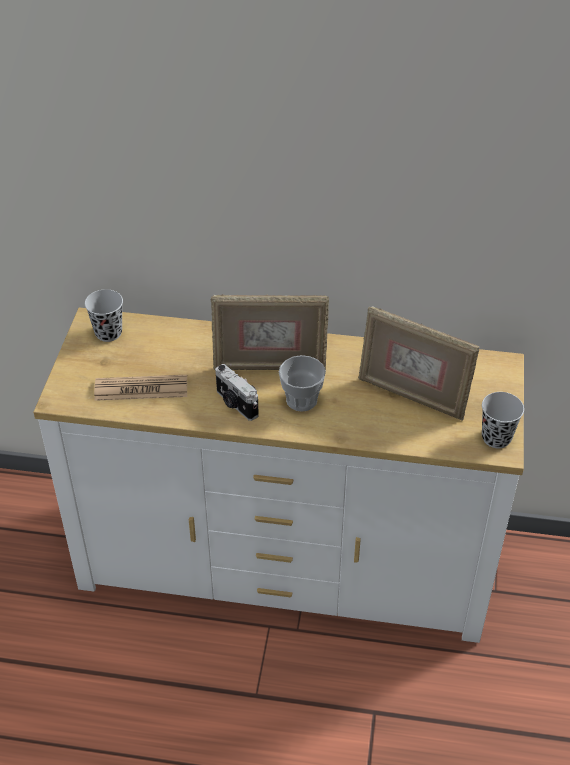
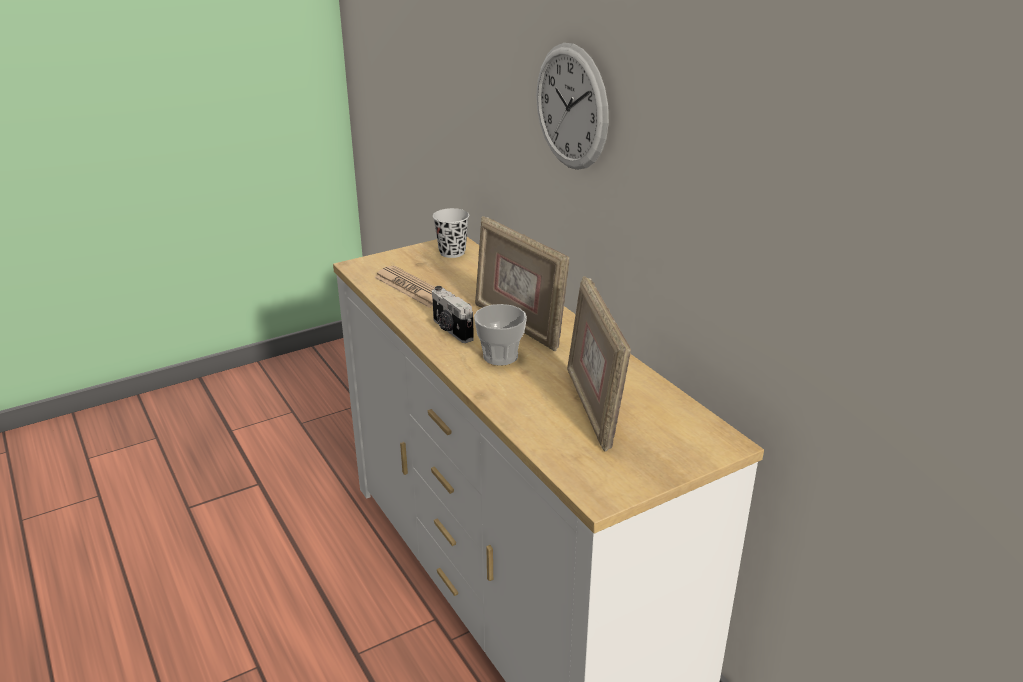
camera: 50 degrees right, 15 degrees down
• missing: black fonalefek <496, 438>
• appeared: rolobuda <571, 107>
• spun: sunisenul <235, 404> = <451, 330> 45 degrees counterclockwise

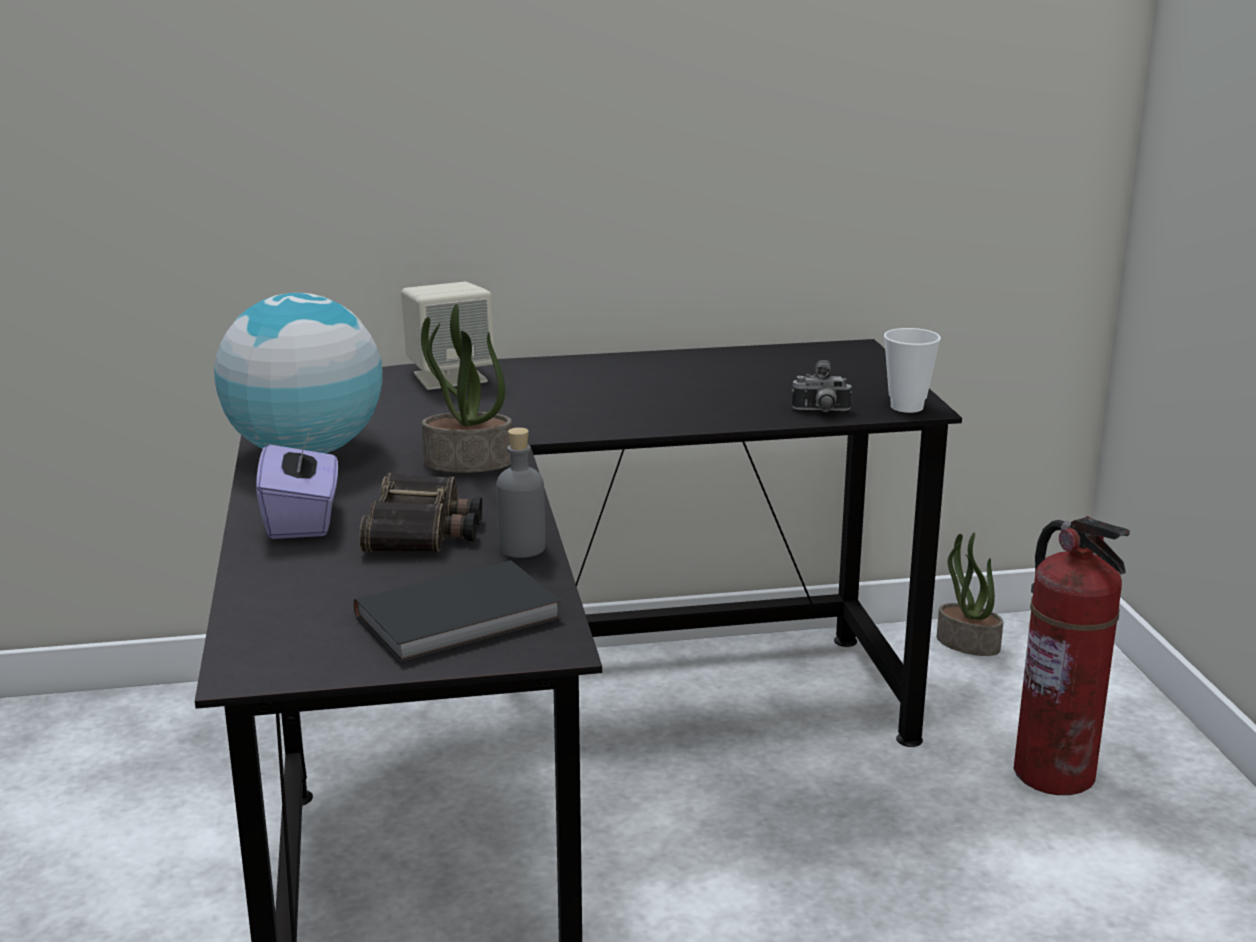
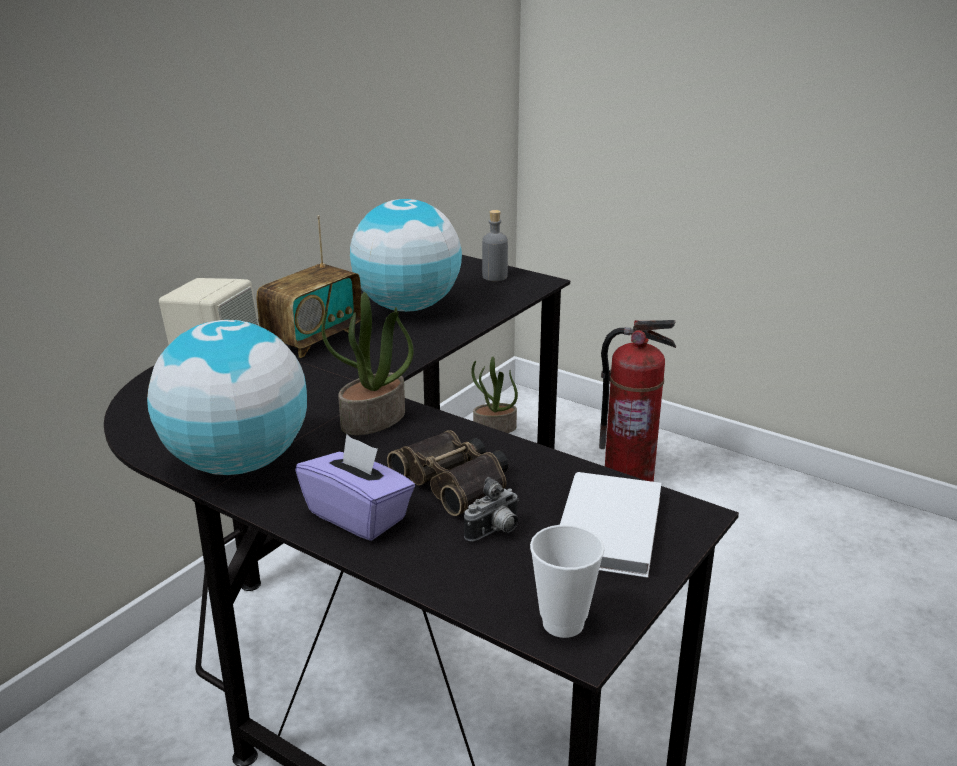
camera: 45 degrees left, 5 degrees up
• appeared: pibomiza <313, 339>
• appeared: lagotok <408, 307>
• relocated: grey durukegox <522, 548> to <494, 276>
• relocated: sunisenul <821, 411> to <495, 532>
• relocated: fonalefek <907, 407> to <563, 623>
• colour: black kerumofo <462, 618> to white kerumofo <612, 527>

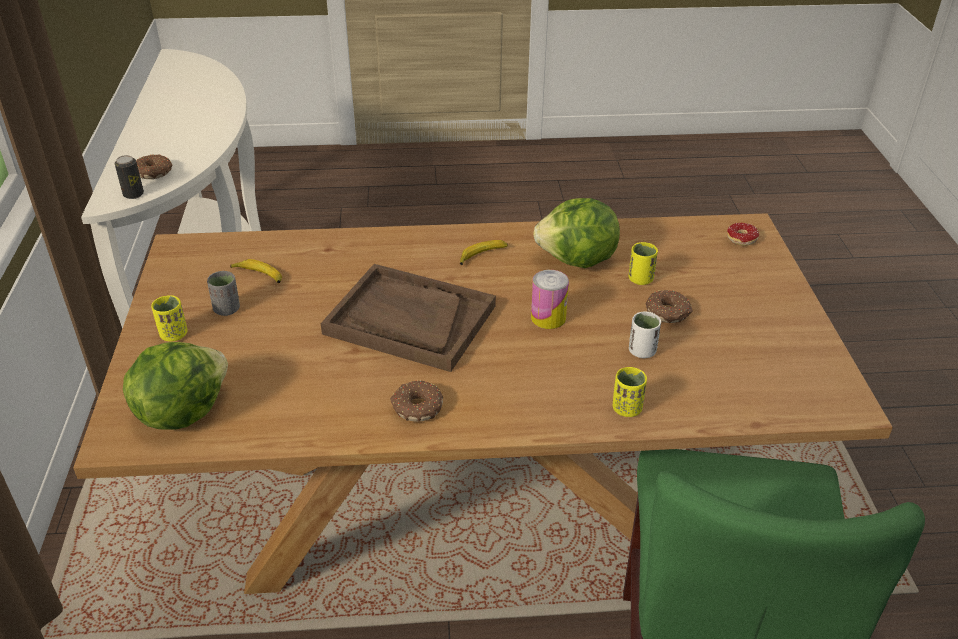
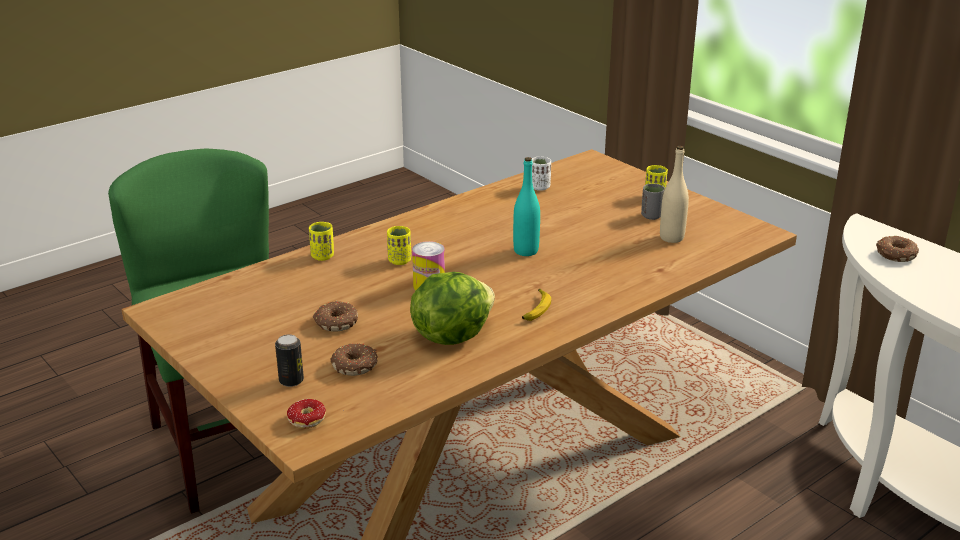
camera: 145 degrees right, 10 degrees down
• missing: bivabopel <181, 411>
• relocated: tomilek <133, 194> to <291, 381>
• relocated: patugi <416, 407> to <356, 366>
• relocated: yellow fonalefek <640, 279> to <399, 261>
• relocated: white fonalefek <642, 351> to <540, 187>
• exchanged: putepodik <259, 275> to beige durukegox <671, 238>
• exchanged: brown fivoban <409, 320> to turquoise durukegox <526, 251>

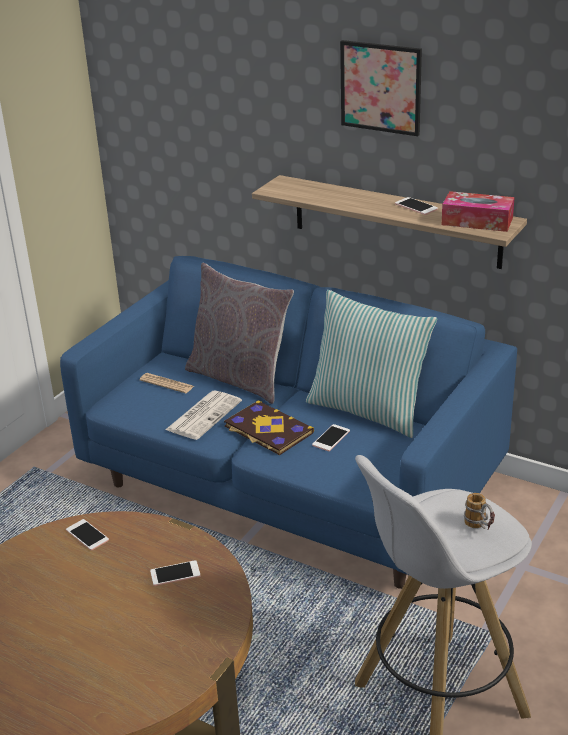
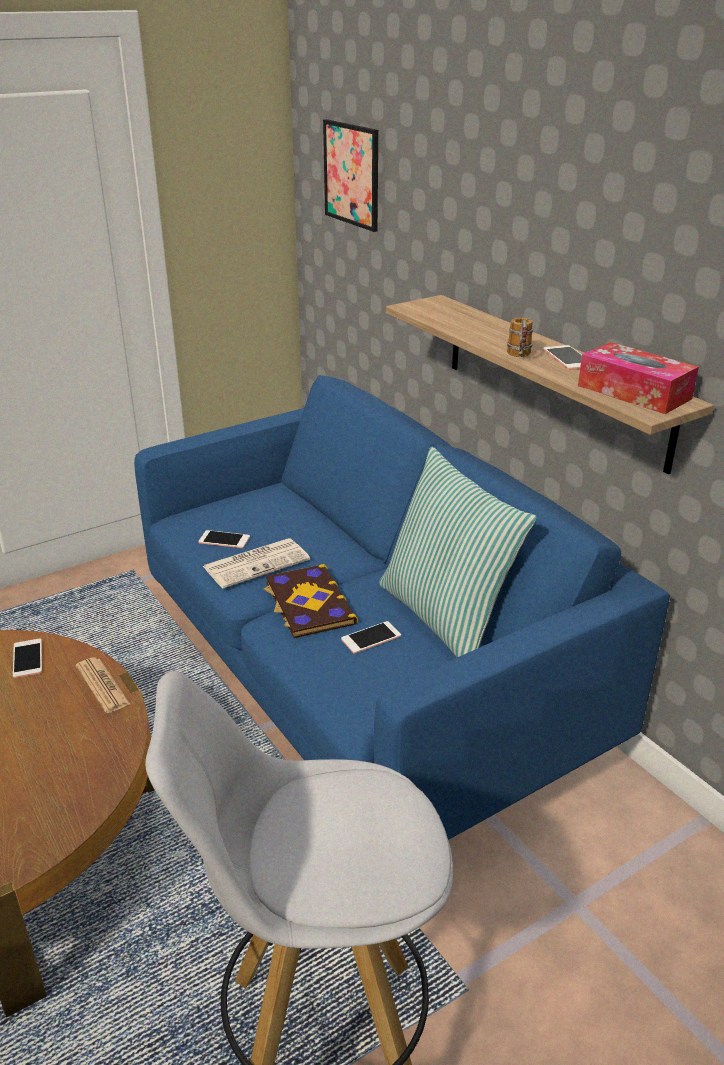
camera: 25 degrees right, 0 degrees up
• missing: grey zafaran <240, 378>
• relocated: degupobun <167, 383> to <102, 685>
• relocated: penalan <175, 574> to <224, 540>
• relocated: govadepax <381, 87> to <351, 174>
• relocated: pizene <480, 527> to <519, 357>

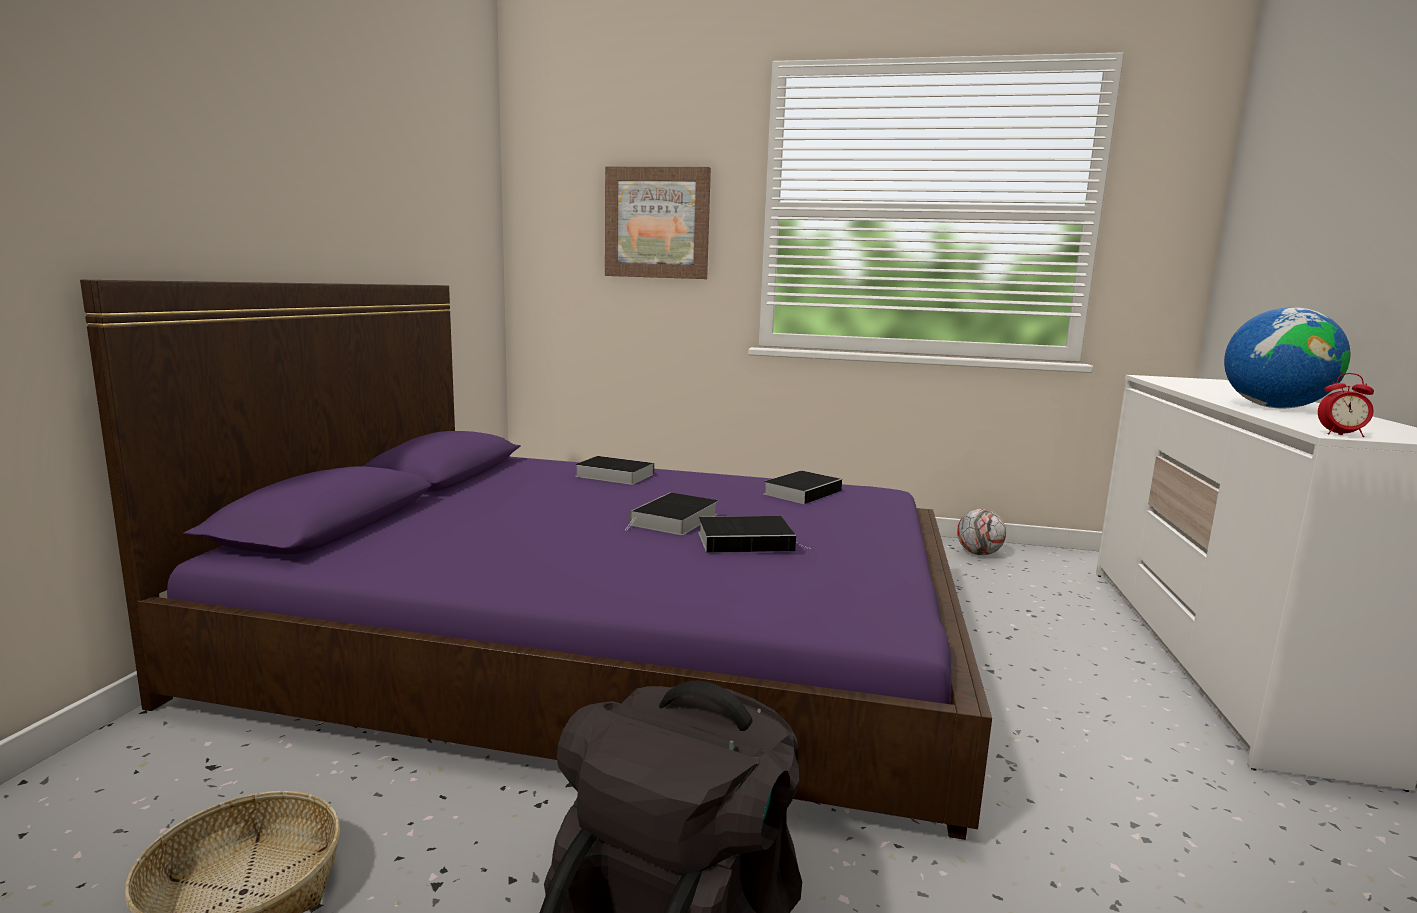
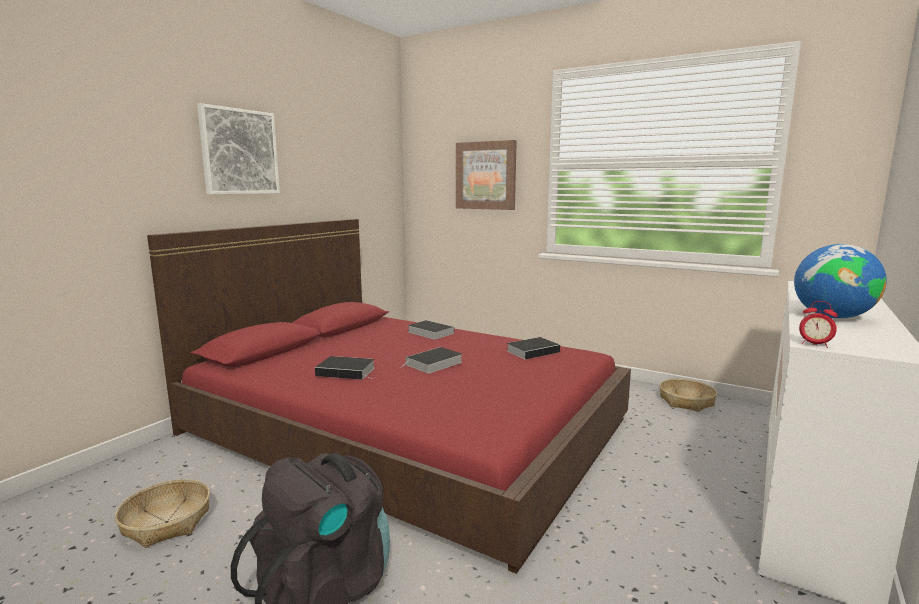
camera: 20 degrees right, 0 degrees up
• appeared: govadepax <239, 152>
• relocated: kerumofo <748, 541> to <347, 371>
• exchanged: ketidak <978, 553> to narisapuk <686, 401>
• colour: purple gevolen <613, 633> to red gevolen <406, 425>

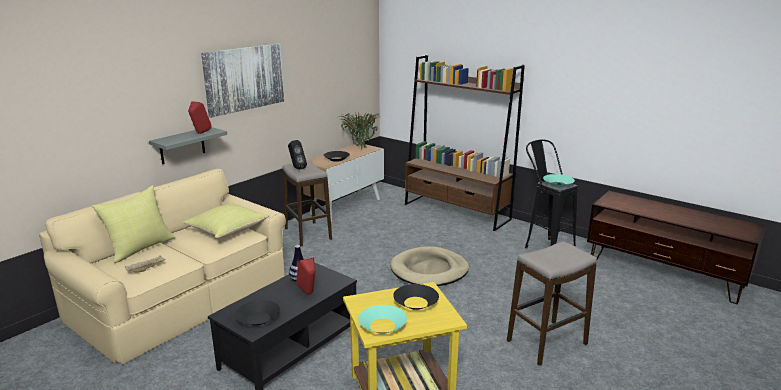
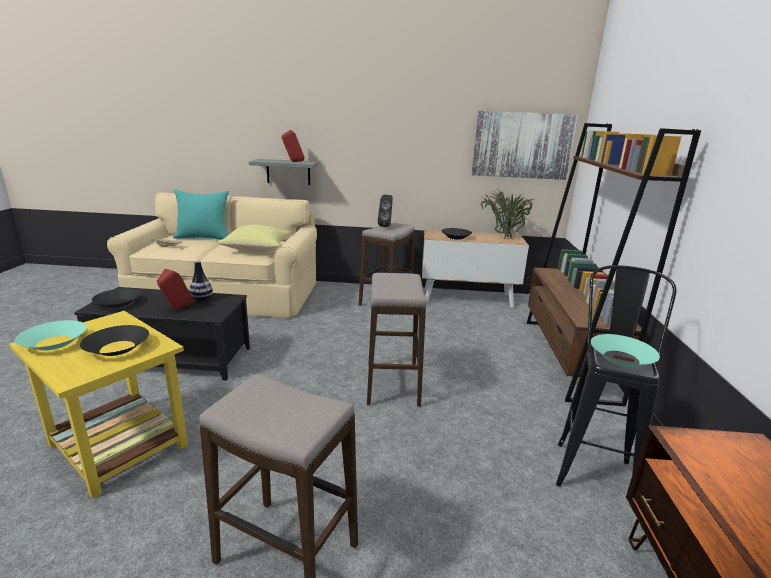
camera: 55 degrees right, 0 degrees up
• relocated: govadepax <244, 78> to <522, 145>
• exchanged: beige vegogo <429, 270> to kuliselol <393, 384>
• colour: yellow zafaran <140, 248> to turquoise zafaran <204, 237>

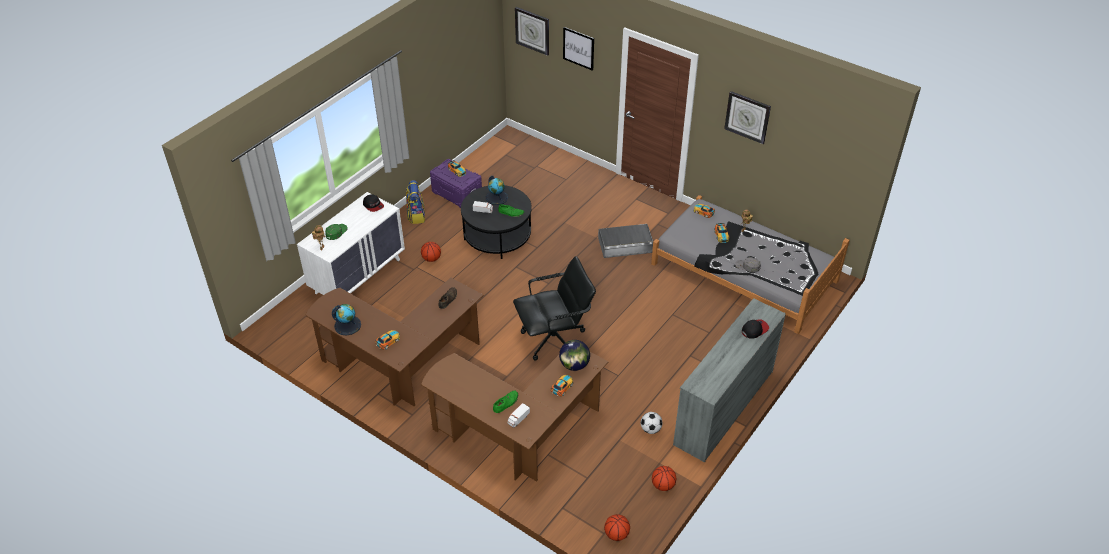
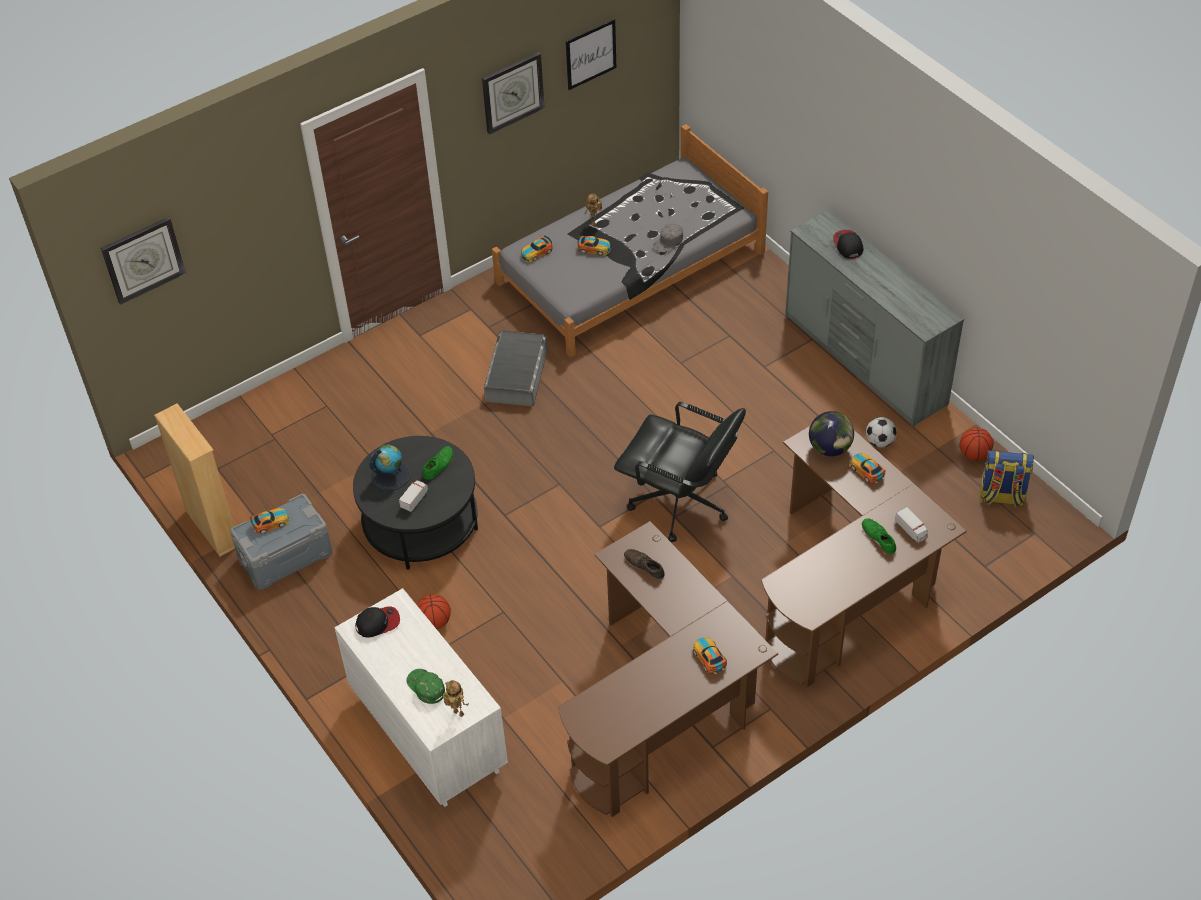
camera: 70 degrees left, 5 degrees up
• missing: lagotok <347, 325>
• missing: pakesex <616, 534>
• appeared: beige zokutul <213, 528>
• relocated: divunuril <416, 215> to <1001, 497>
• relocated: govadepax <578, 48> to <590, 54>
• colour: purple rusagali <457, 193> to grey rusagali <285, 555>
• spun: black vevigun <554, 340> = <680, 504> 120 degrees clockwise

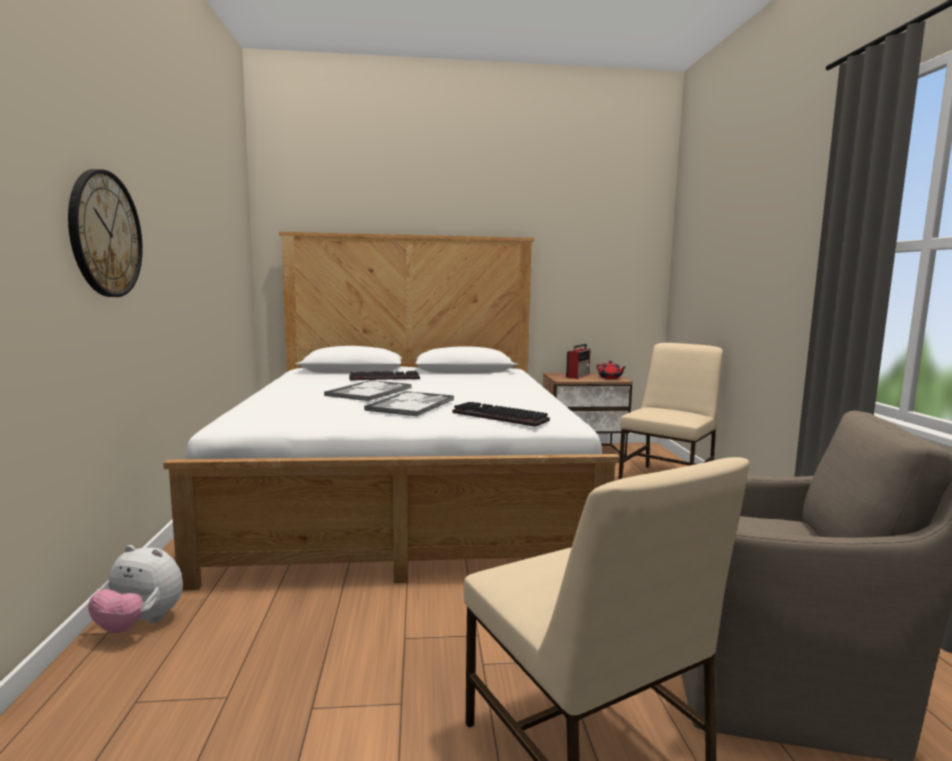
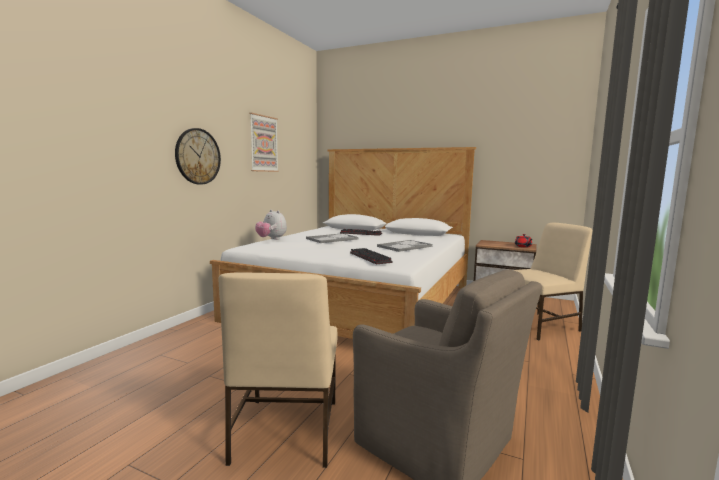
camera: 30 degrees right, 0 degrees up
• missing: pibomiza <578, 376>
• appeared: govadepax <263, 144>
• relocated: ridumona <140, 624> to <271, 239>
• relocated: fivoban <411, 405> to <405, 246>

